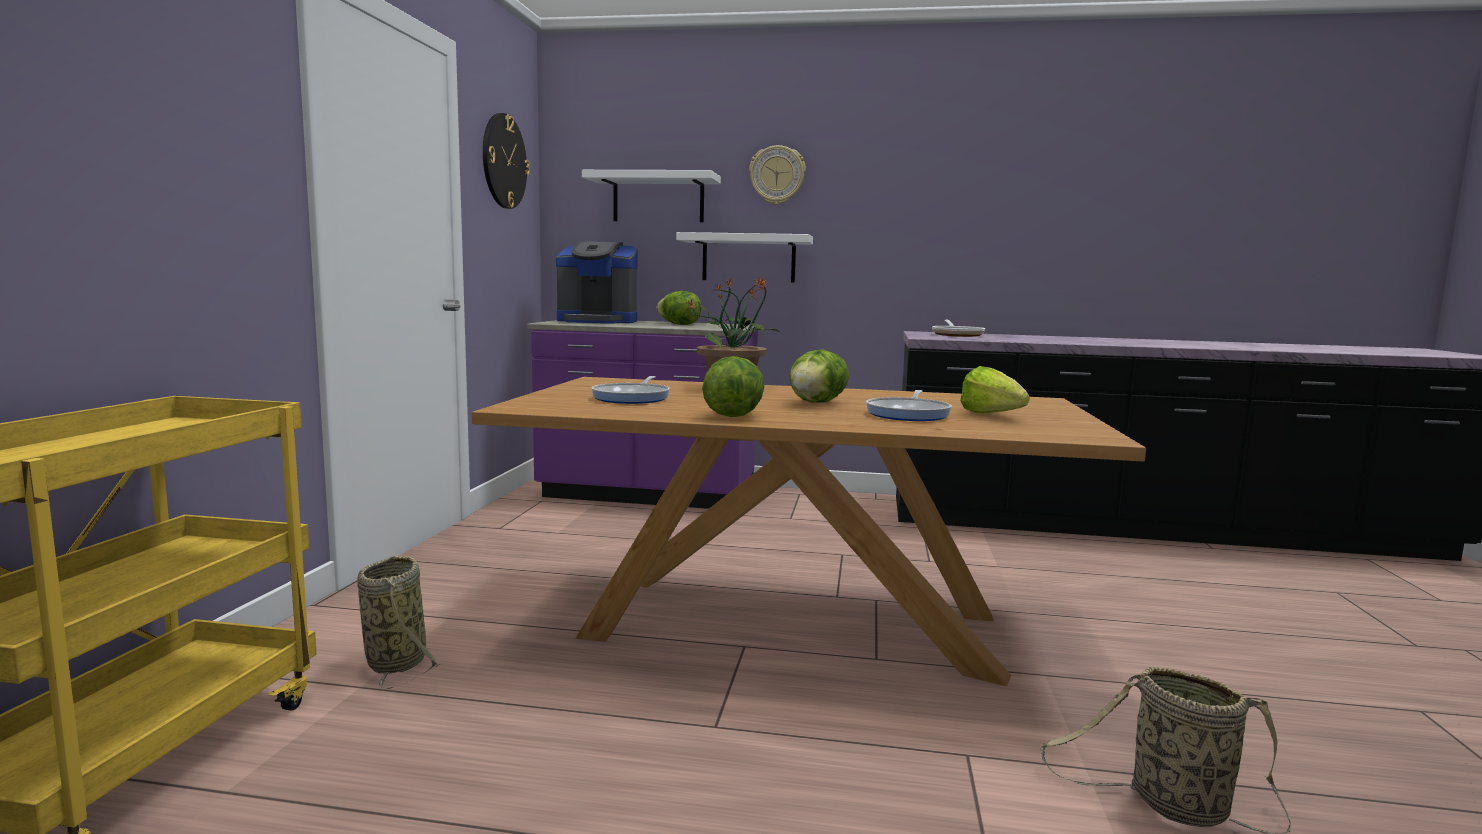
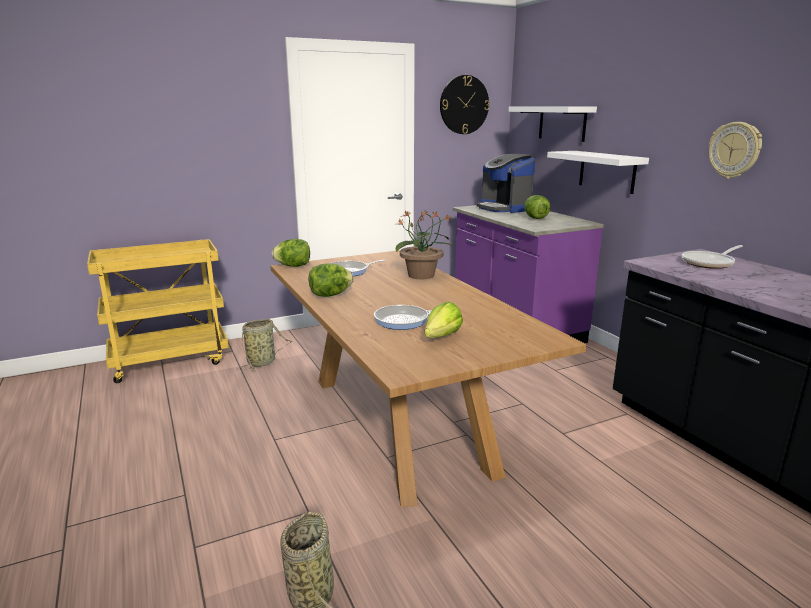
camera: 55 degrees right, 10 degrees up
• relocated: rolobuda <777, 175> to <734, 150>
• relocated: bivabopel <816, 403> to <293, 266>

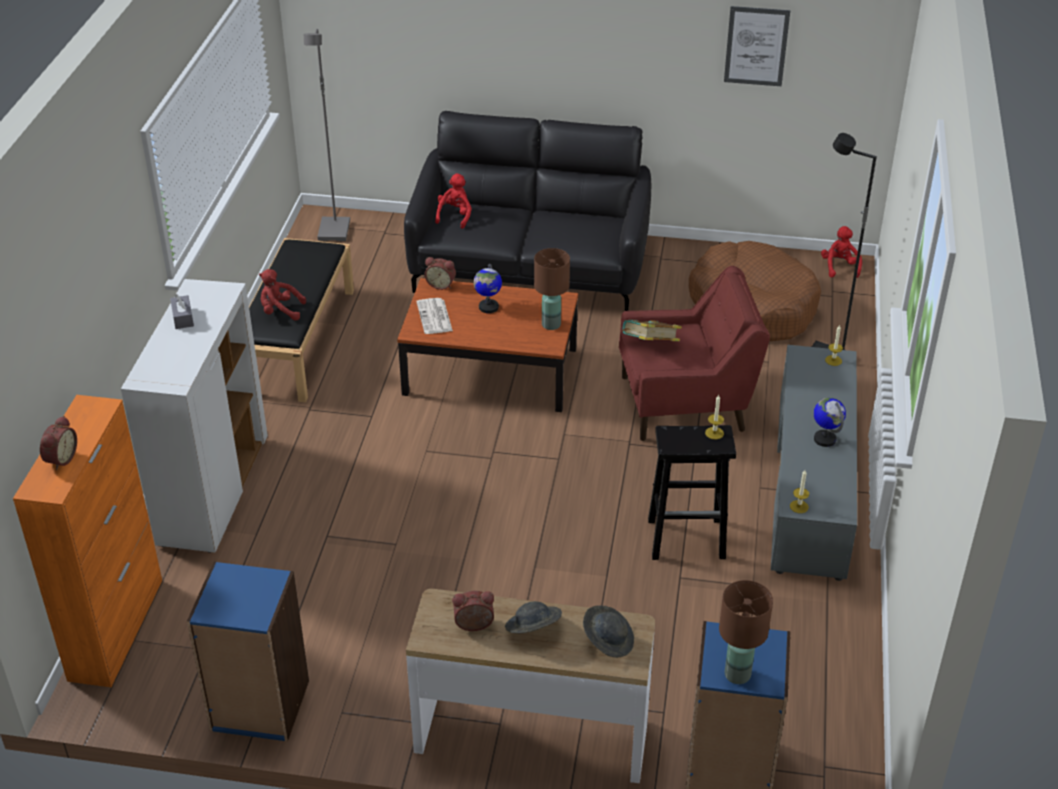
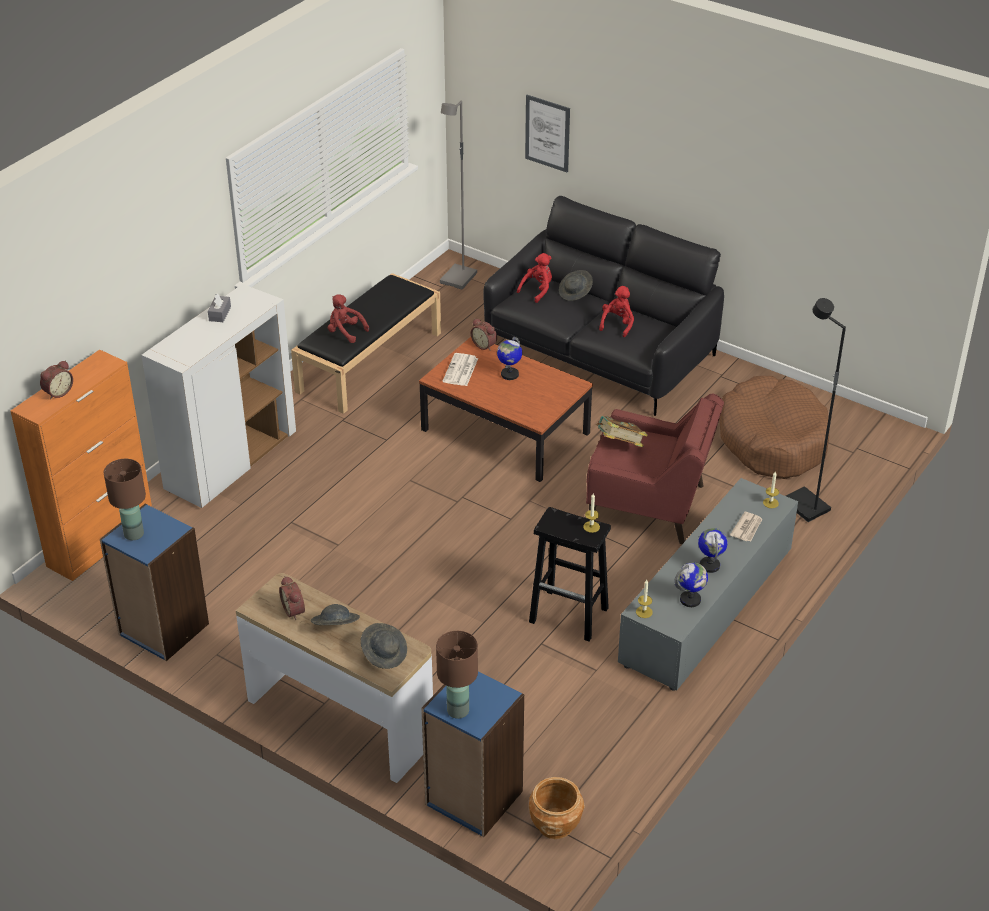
camera: 25 degrees right, 0 degrees up
• appeared: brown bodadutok <555, 824>
• appeared: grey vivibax <575, 293>
• appeared: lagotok <690, 600>
• appeared: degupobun <747, 528>
• relocated: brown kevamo <551, 325> to <133, 534>
• relocated: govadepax <756, 46> to <547, 133>
• relocated: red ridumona <839, 267> to <617, 324>
• spun: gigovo <474, 626> = <295, 610> 135 degrees counterclockwise

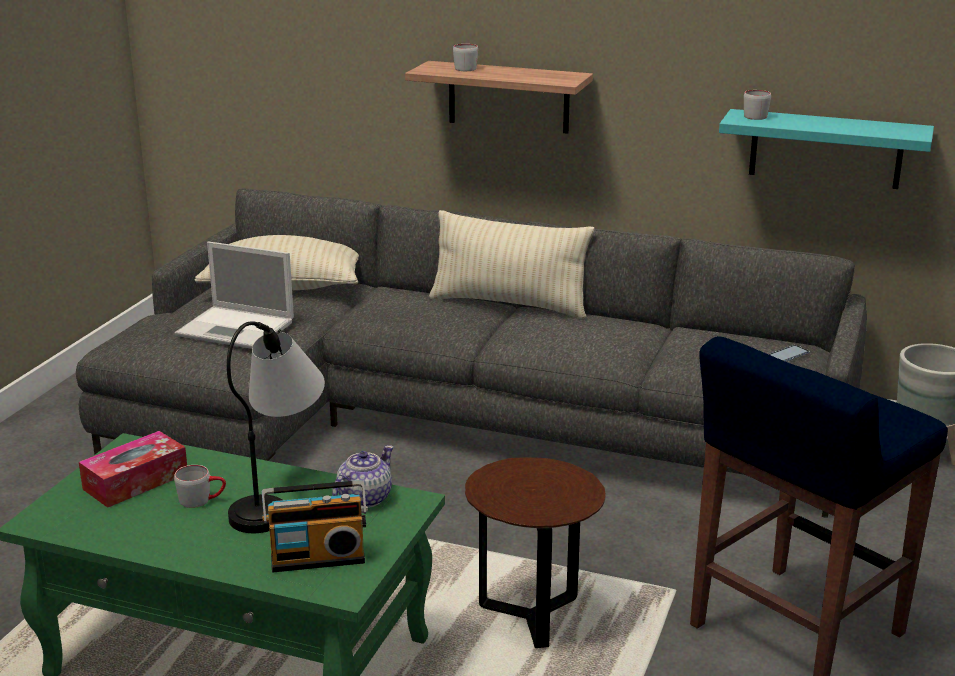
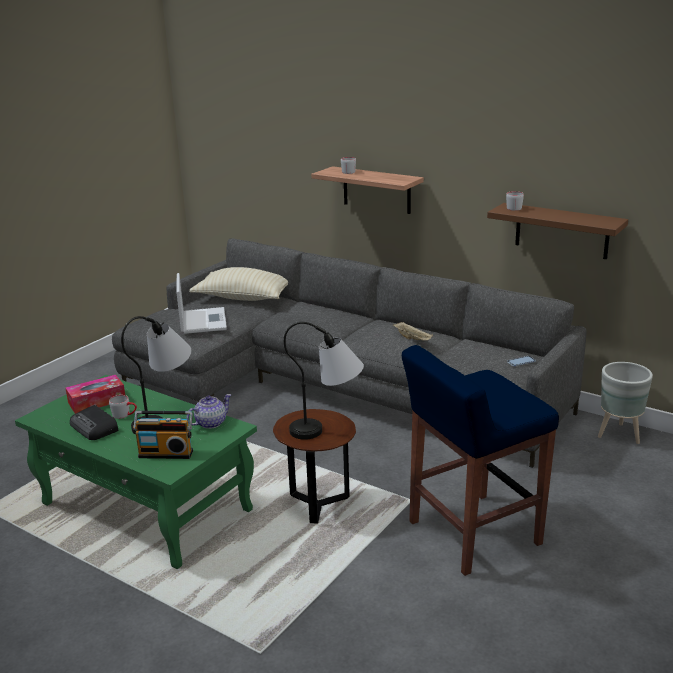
camera: 15 degrees right, 0 degrees up
• missing: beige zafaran <509, 304>
• appeared: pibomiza <95, 428>
• appeared: kevamo <328, 430>
• appeared: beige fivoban <413, 339>
• colour: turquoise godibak <825, 149> to brown godibak <561, 231>
• spun: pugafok <237, 328> = <203, 320> 135 degrees counterclockwise

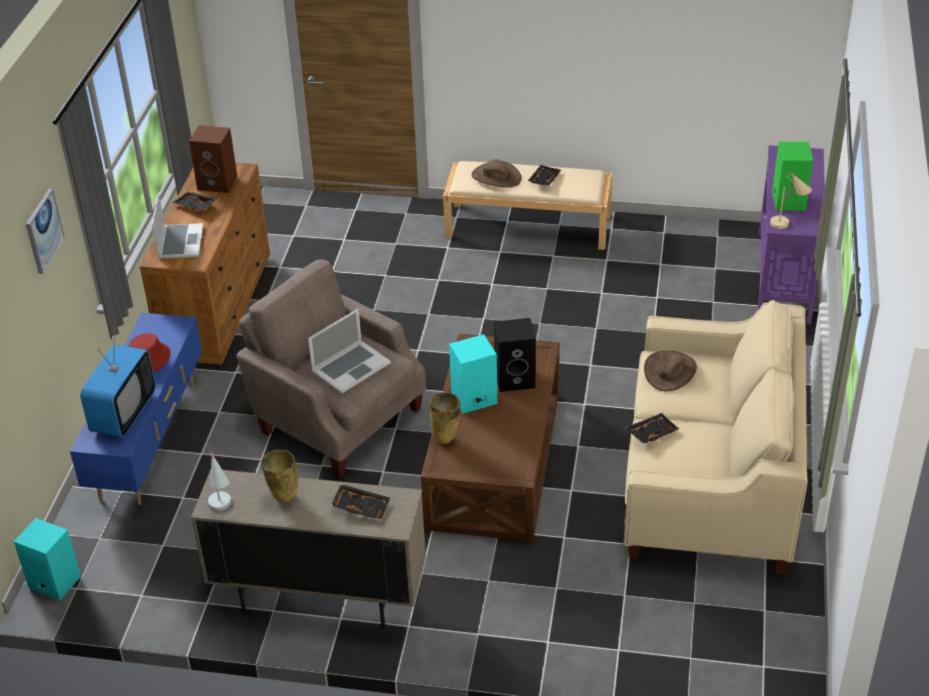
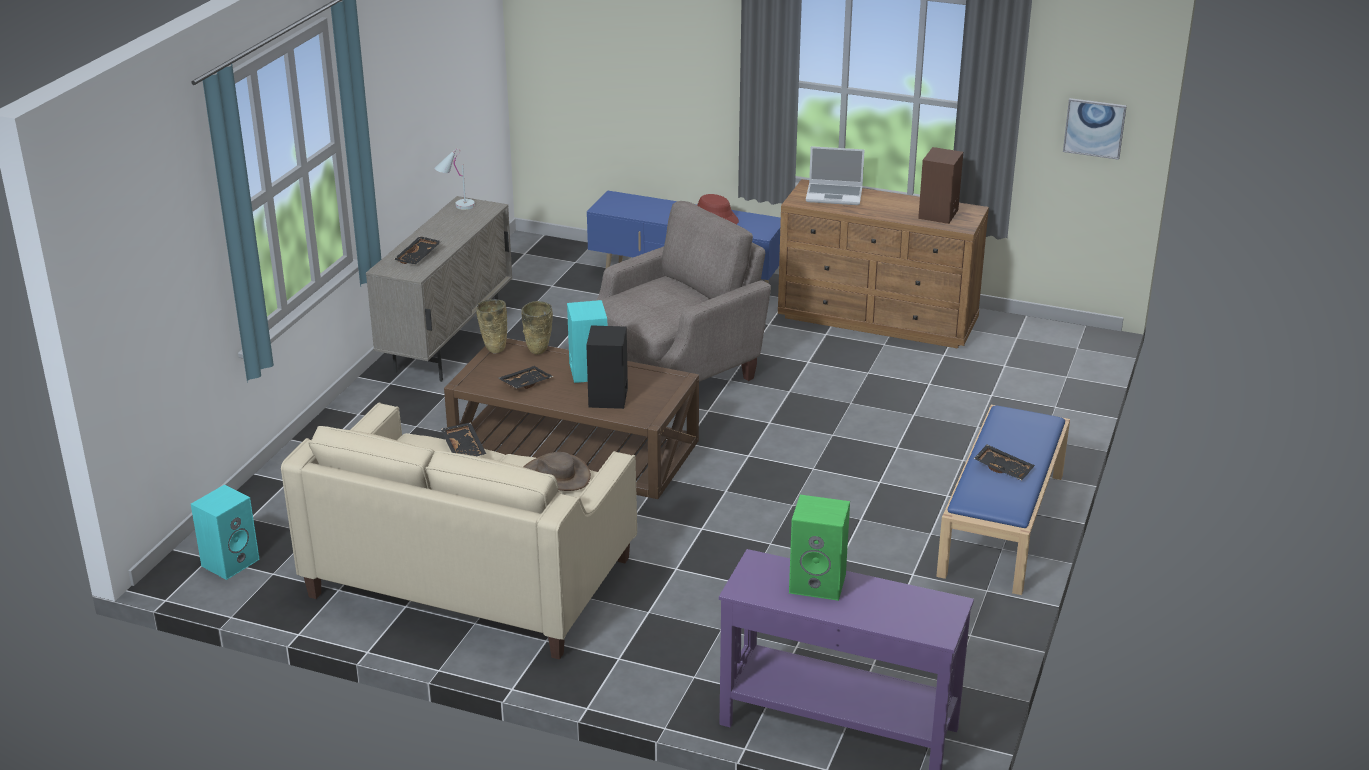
camera: 100 degrees right, 10 degrees down
• missing: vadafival <123, 413>
• missing: pugafok <350, 367>
• missing: brown vivibax <496, 177>
• missing: beige kevamo <788, 223>
• relocated: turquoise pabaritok <53, 582> to <230, 561>
• relocated: govadepax <43, 231> to <1094, 128>
• relocated: black fivoban <195, 206> to <525, 383>
• relocated: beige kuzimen <283, 498> to <494, 349>
• colour: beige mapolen <529, 225> to blue mapolen <1002, 525>

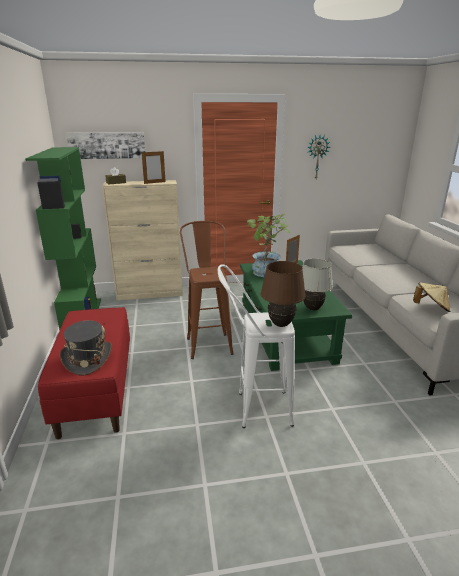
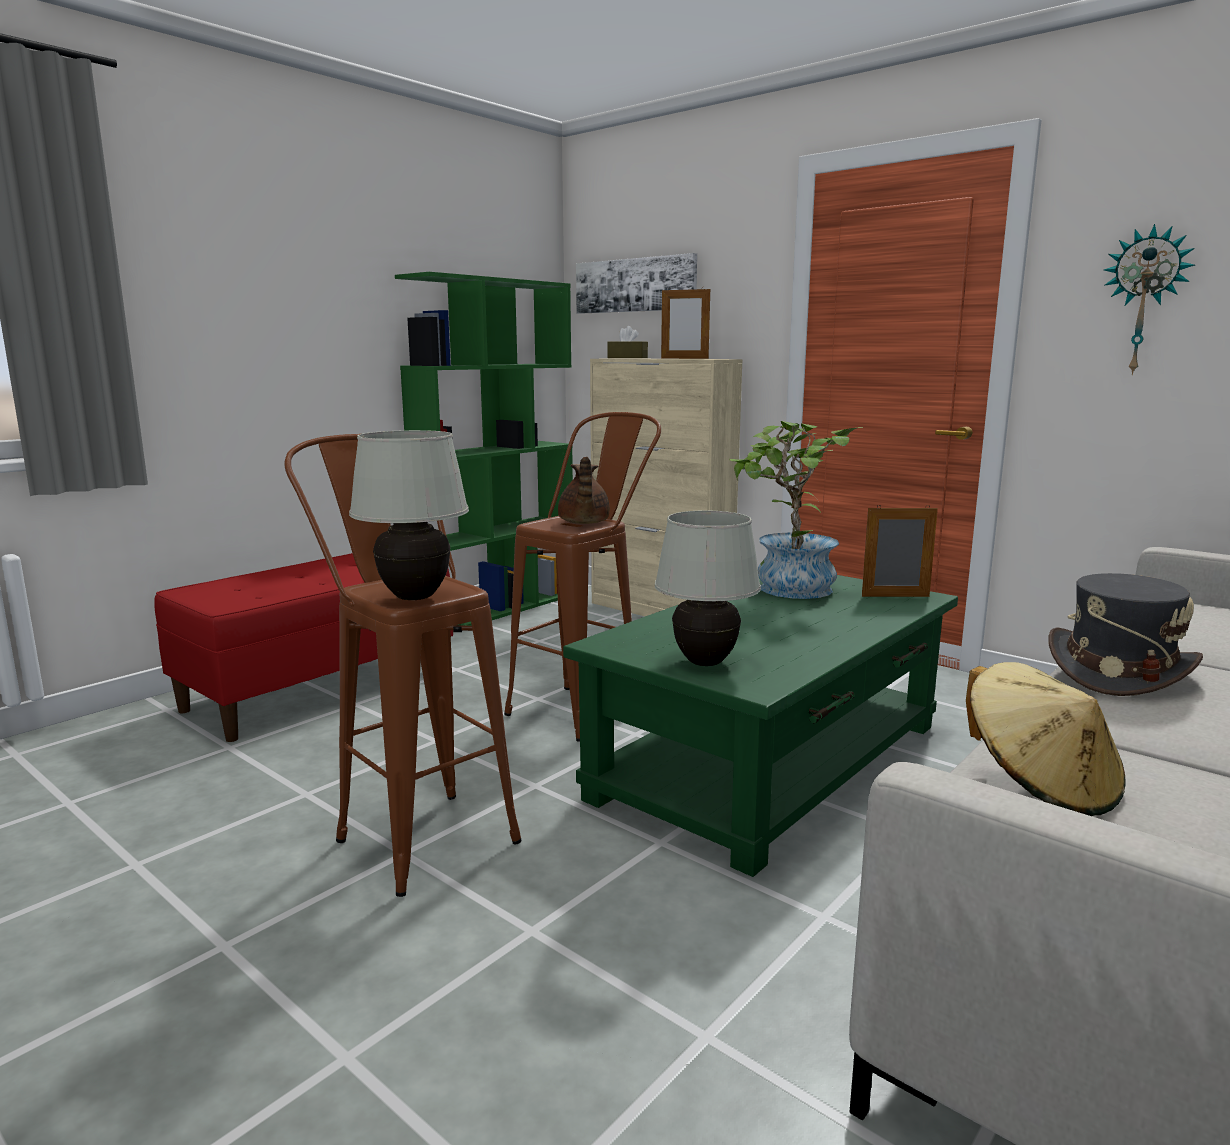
camera: 50 degrees right, 10 degrees down
• appeared: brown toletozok <583, 523>
• relocated: grey vivibax <87, 358> to <1118, 671>
• colour: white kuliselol <254, 409> to brown kuliselol <414, 830>
• colour: brown kevamo <280, 324> to white kevamo <414, 597>

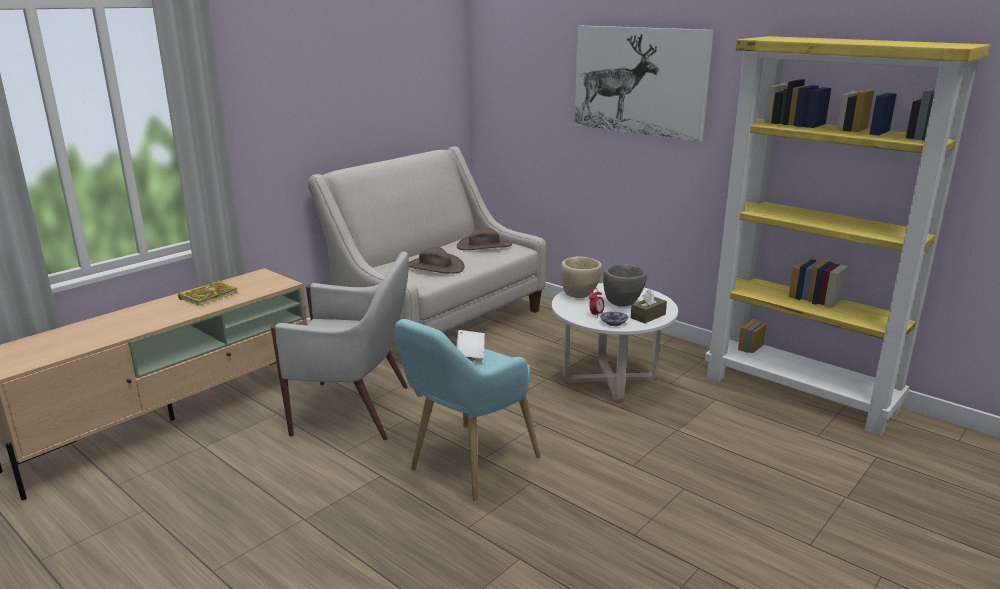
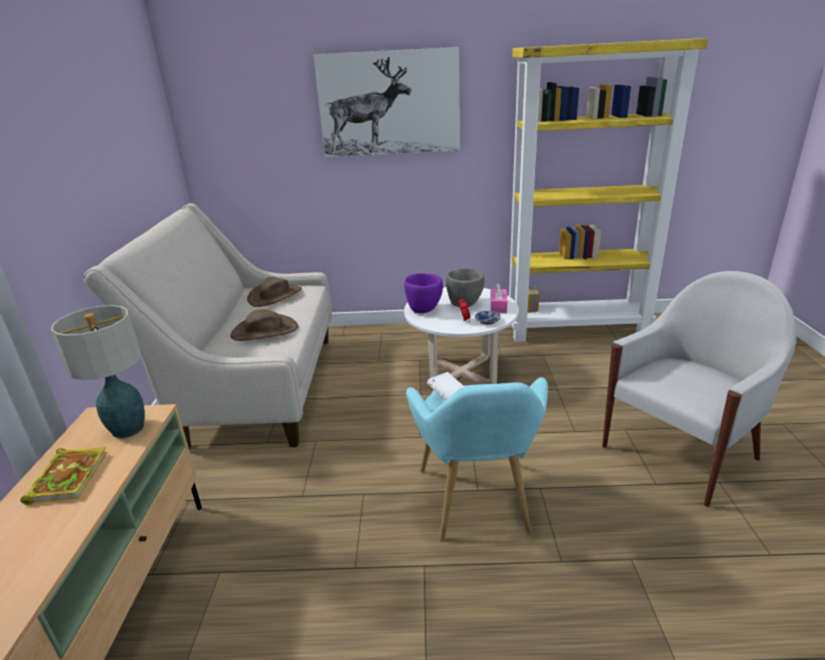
camera: 40 degrees left, 5 degrees up
• appeared: kevamo <129, 429>
• relocated: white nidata <354, 411> to <681, 452>
• colour: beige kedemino <580, 295> to purple kedemino <424, 309>
• colour: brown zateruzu <648, 316> to pink zateruzu <498, 307>

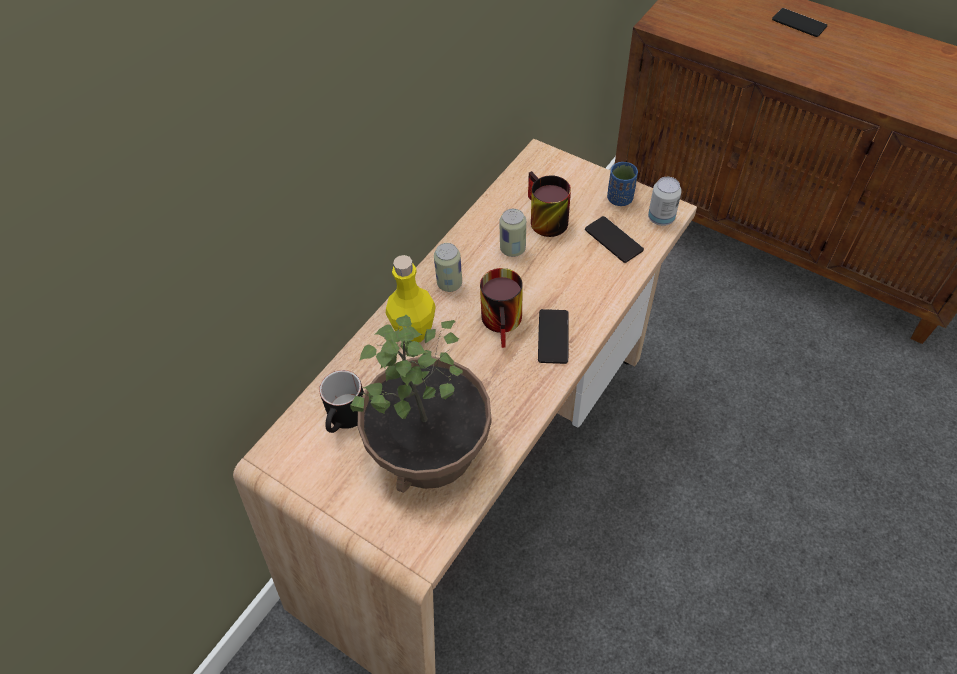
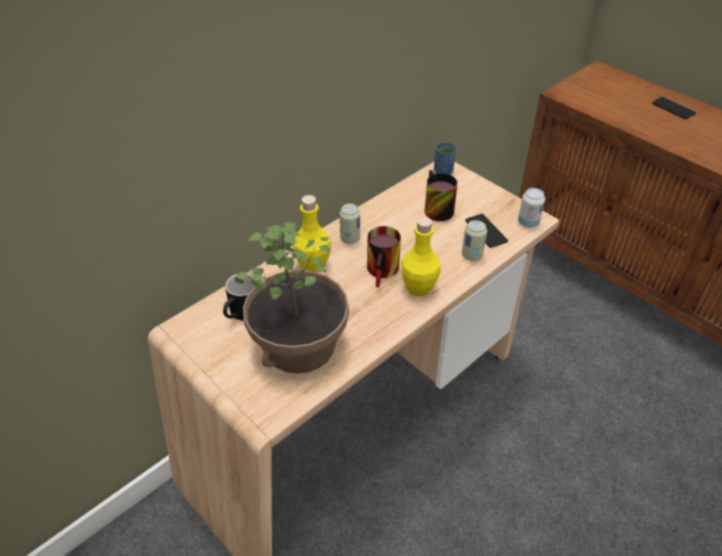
camera: 10 degrees right, 10 degrees down
• relocated: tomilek <512, 249> to <472, 255>
• relocated: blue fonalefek <620, 199> to <443, 171>
• exchanged: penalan <553, 337> to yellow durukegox <418, 287>

